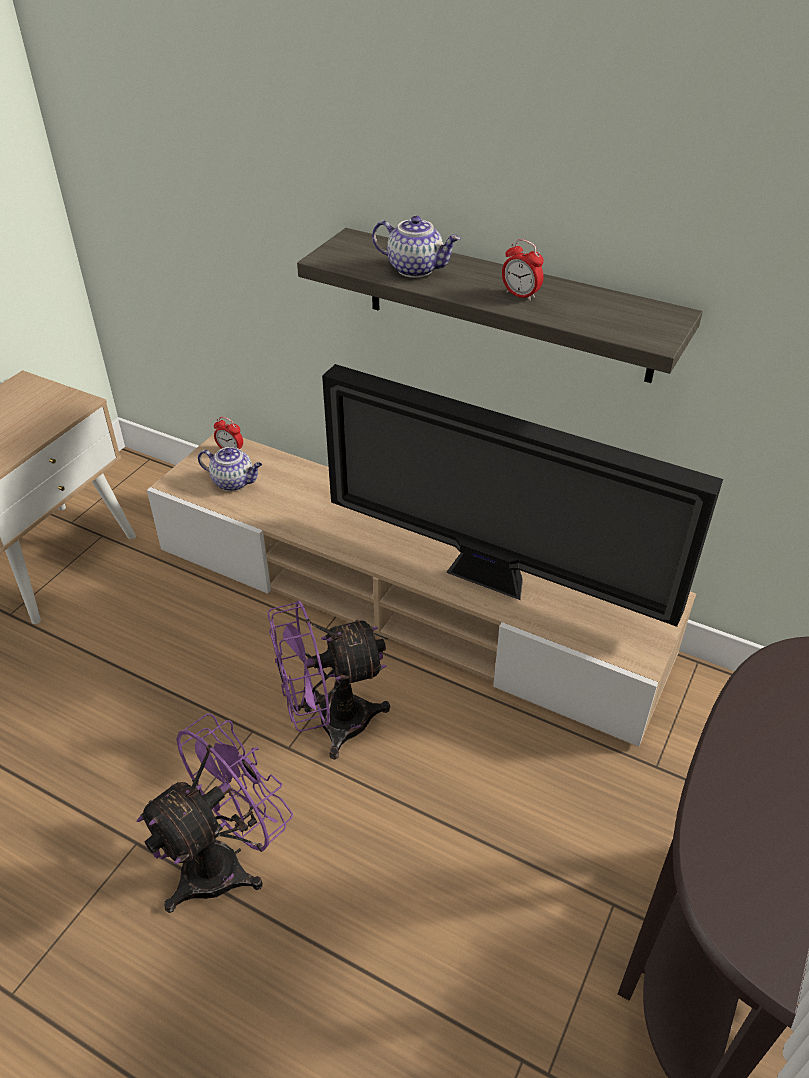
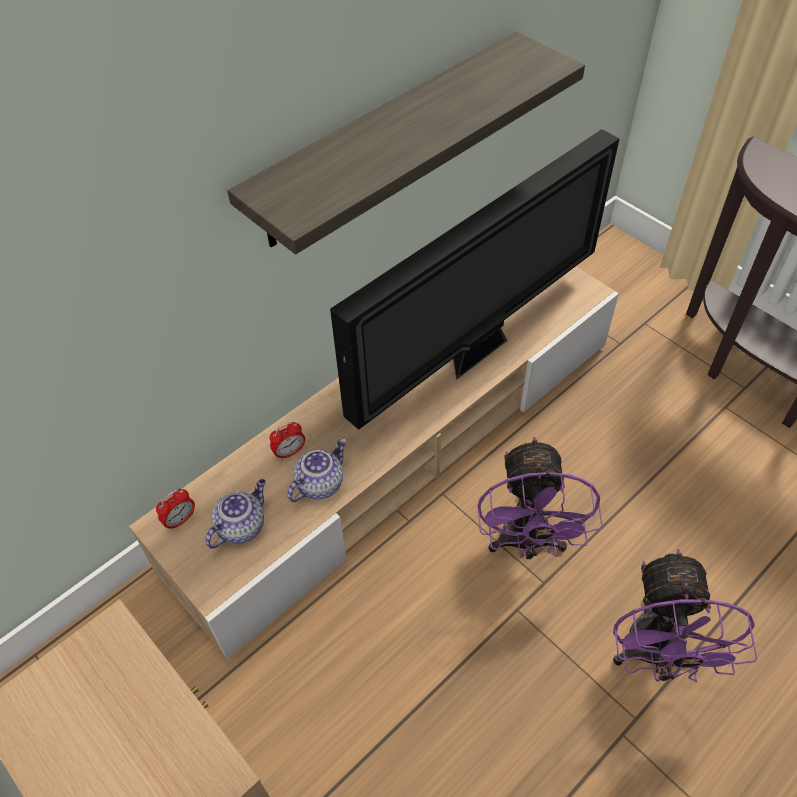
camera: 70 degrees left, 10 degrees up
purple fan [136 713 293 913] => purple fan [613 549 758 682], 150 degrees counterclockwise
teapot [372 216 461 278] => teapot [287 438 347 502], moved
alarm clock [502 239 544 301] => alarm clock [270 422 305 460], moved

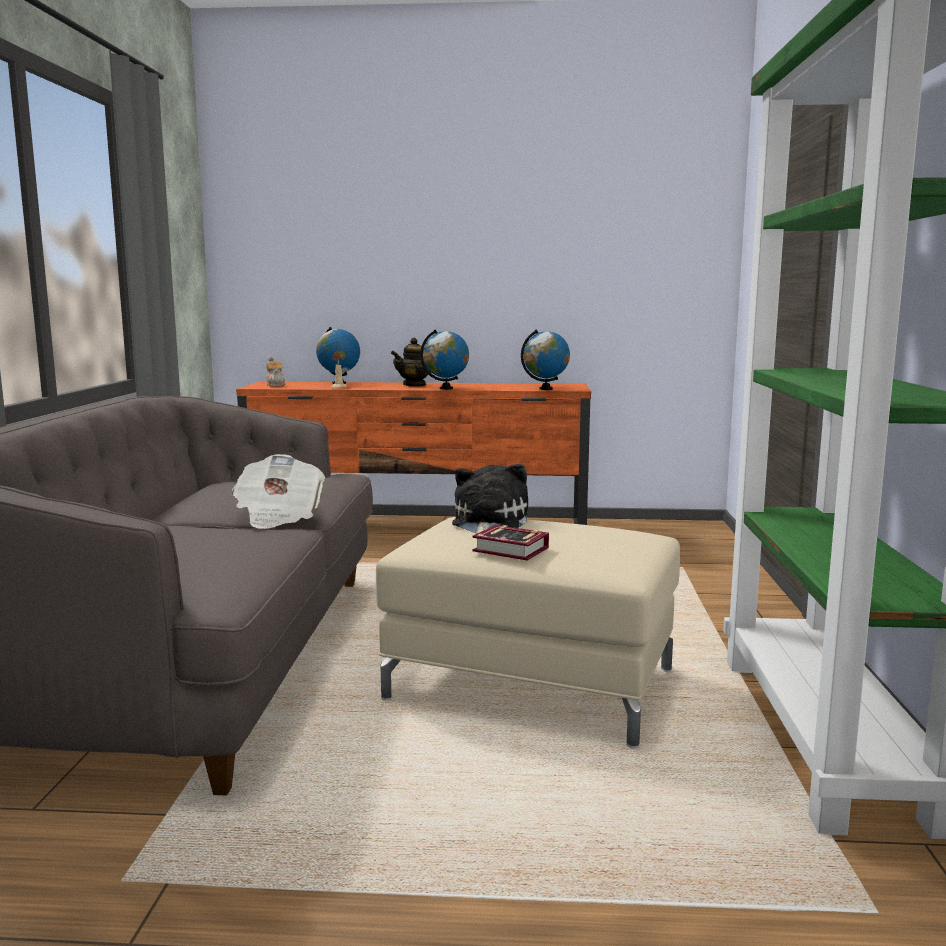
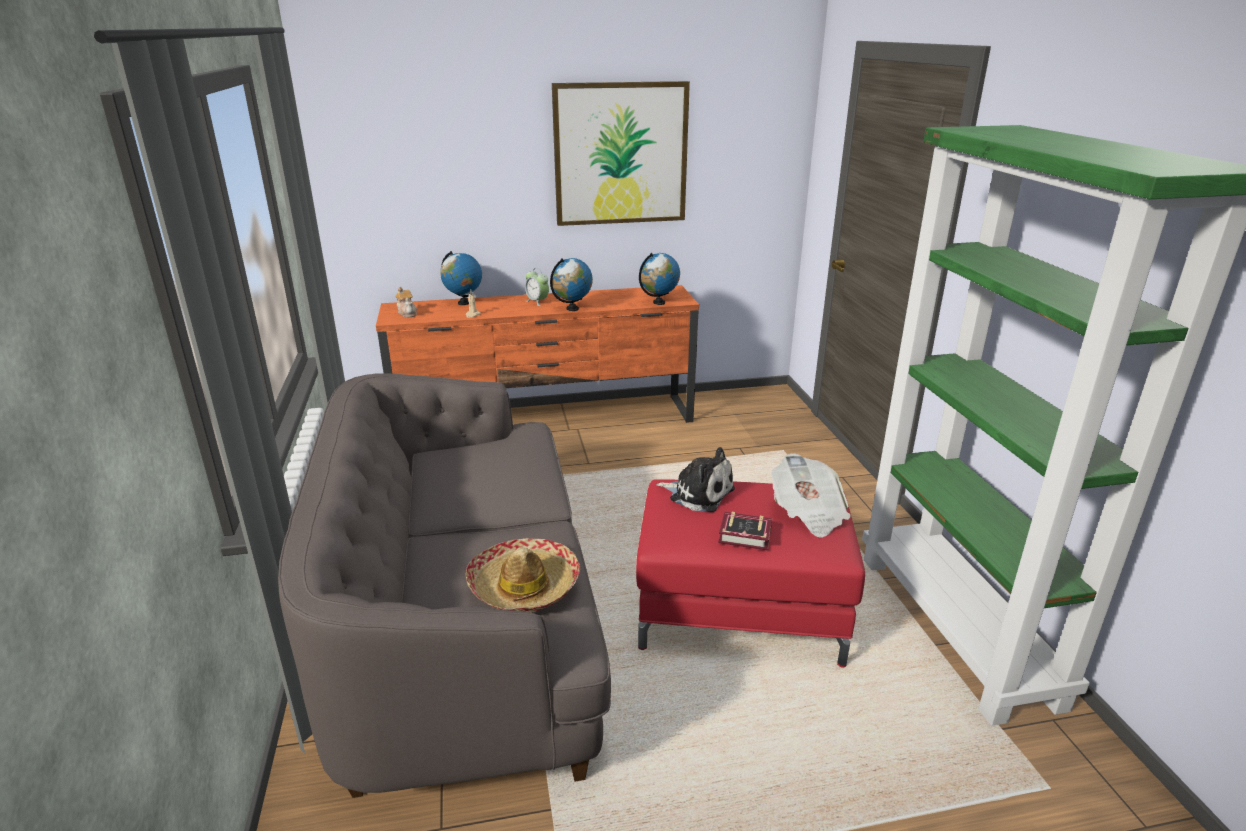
camera: 15 degrees left, 15 degrees up
newspaper [232 454 325 529] => newspaper [771 453 851 538], moved
beige ottoman [376 517 680 749] => red ottoman [636 479 865 667]
teapot [391 338 432 387] => alarm clock [525 268 549 306]
plush toy [452 464 528 534] => plush toy [656 447 735 512], 120 degrees clockwise
nothing => hat [465 538 581 613]
nothing => picture [552 81 690 226]

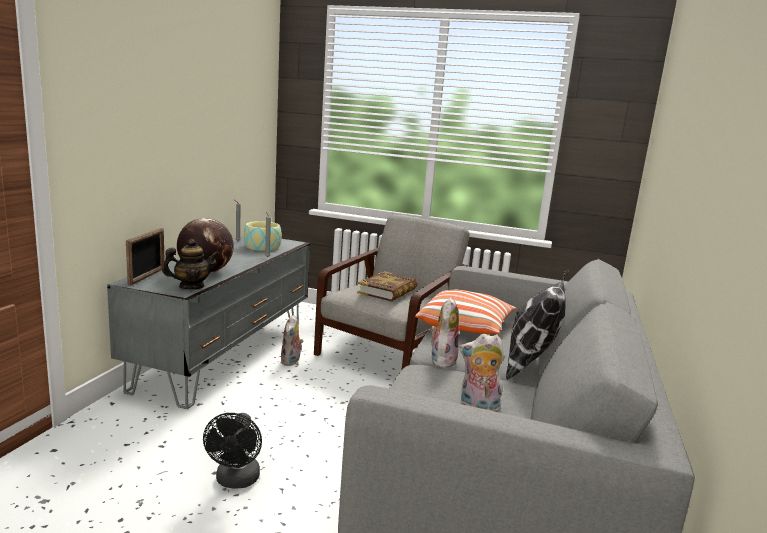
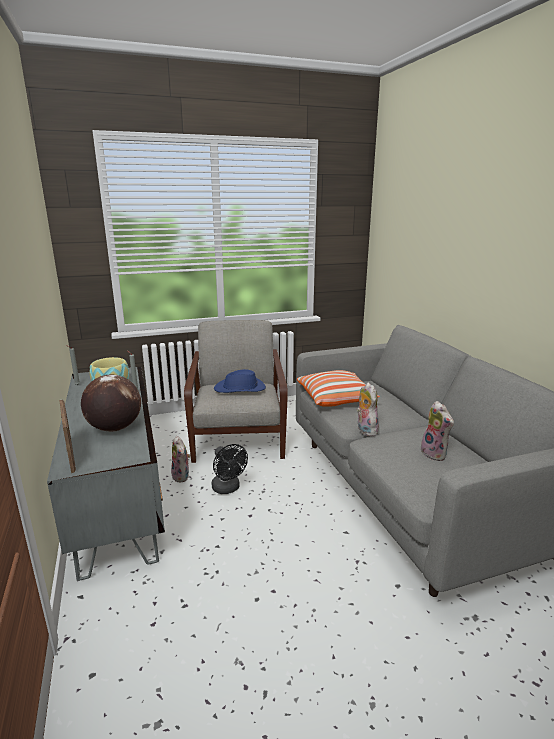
camera: 35 degrees left, 5 degrees up
teapot [162 239 219 290] => nothing
black fan [203 413 262 489] => black fan [212 444 248 494], moved
book [357 271 418 301] => blue hat [214 369 266 393]
plush toy [460 334 505 412] => plush toy [420 401 454 461], 90 degrees counterclockwise
pillow [506 270 569 380] => nothing

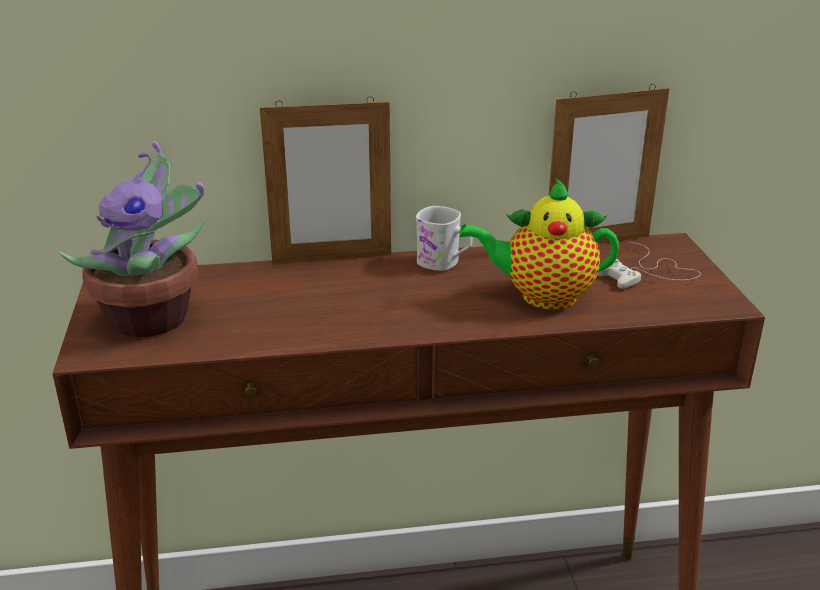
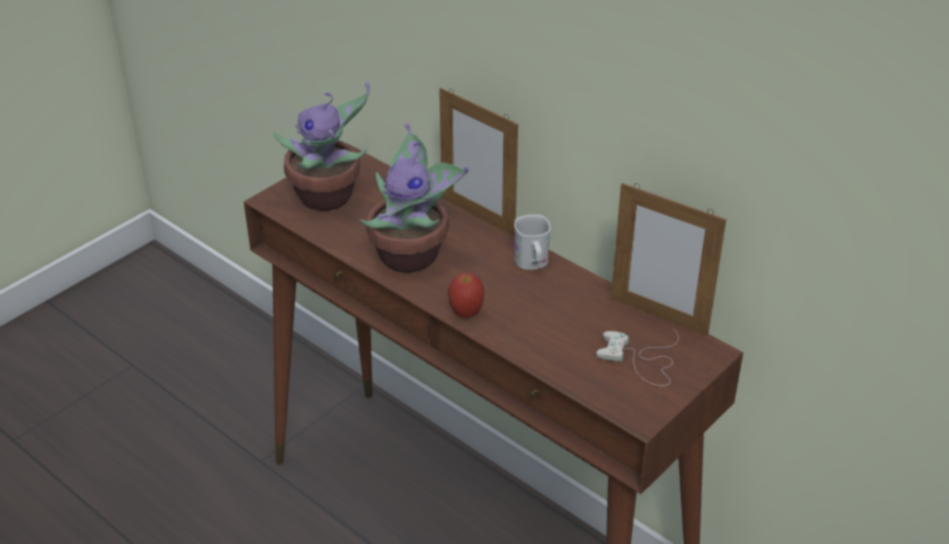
camera: 50 degrees right, 10 degrees up
teapot [459 179 619 310] => nothing
nothing => potted plant [360 123 469 273]
nothing => apple [448 273 484 318]

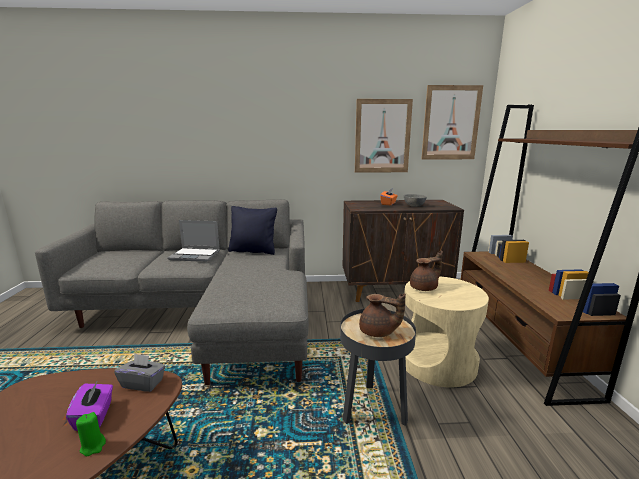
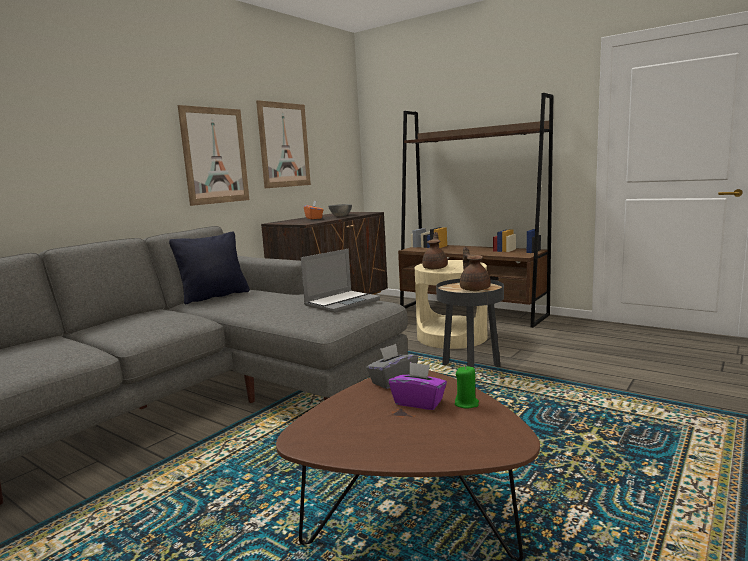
camera: 50 degrees left, 5 degrees down
laptop [167 220 220 262] => laptop [301 249 380 313], moved
brown teapot [359 293 406 337] => brown teapot [460 246 491 291], 75 degrees counterclockwise
picture [421 85 483 160] => picture [178 105 249 206], moved

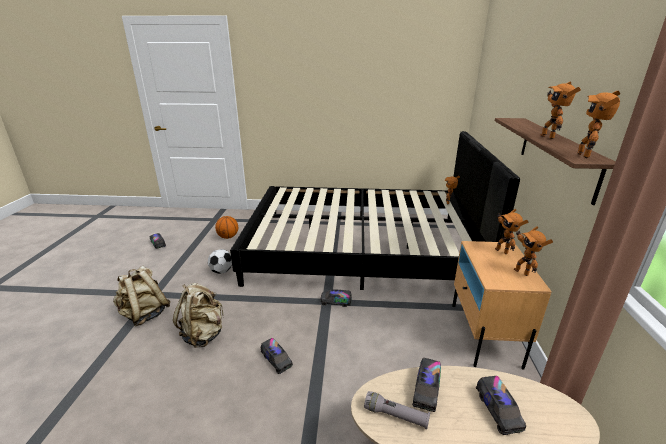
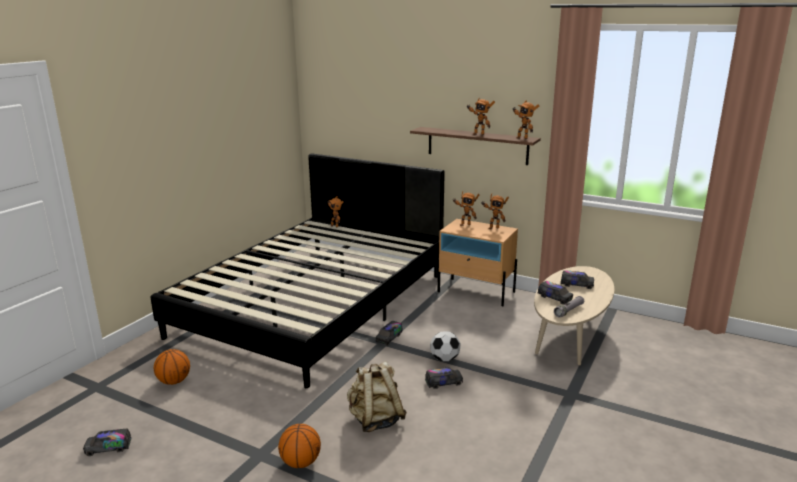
camera: 65 degrees left, 5 degrees down
beige backpack [113 266 171 326] => basketball [278 424 321 468]
football [208 249 232 274] => football [430 332 460 361], moved

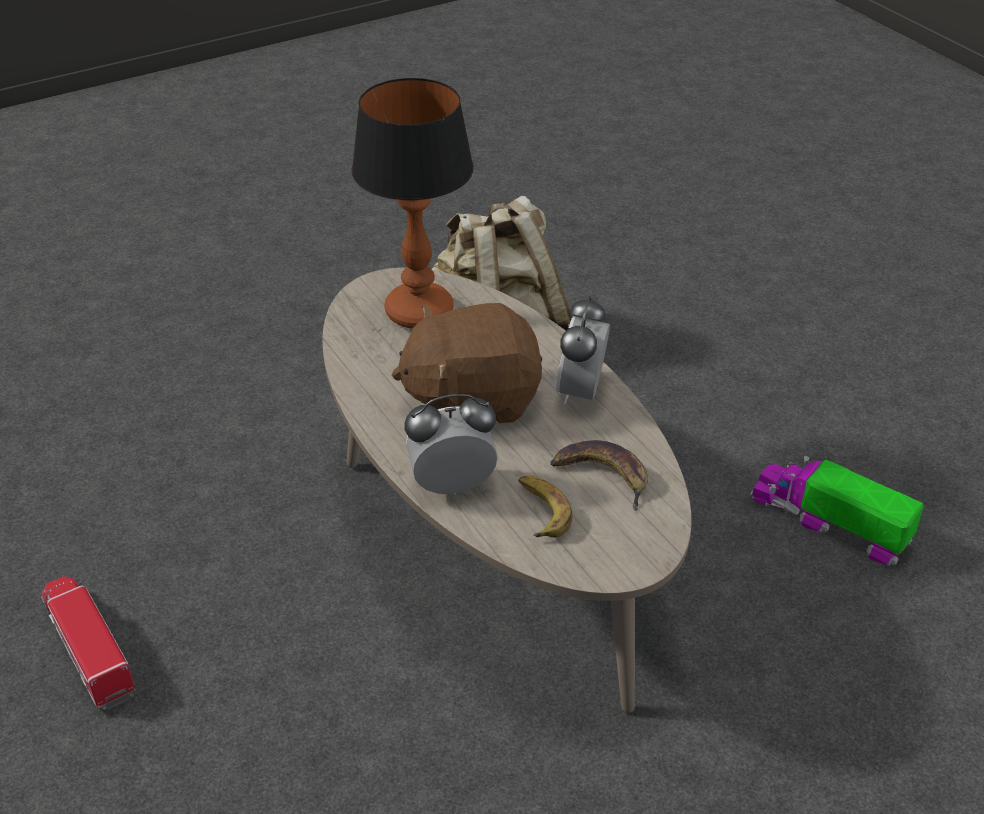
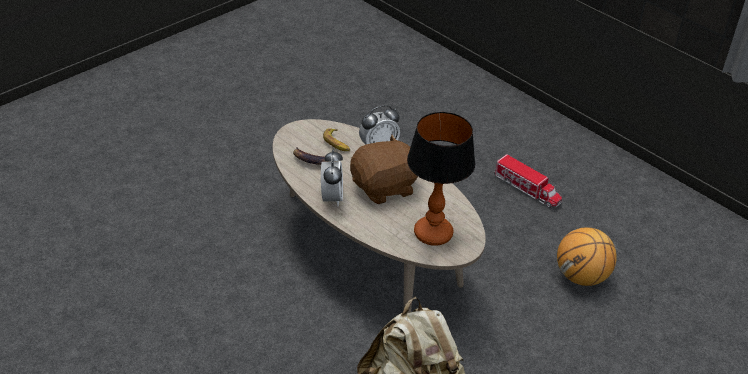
camera: 165 degrees right, 0 degrees up
toy truck [750 456 924 566] => nothing
nothing => basketball [557 227 617 286]

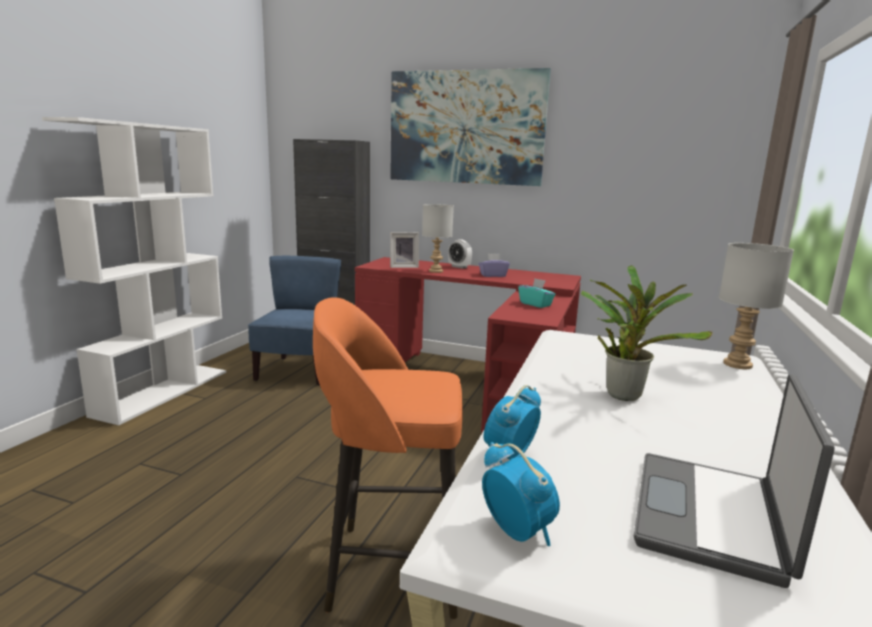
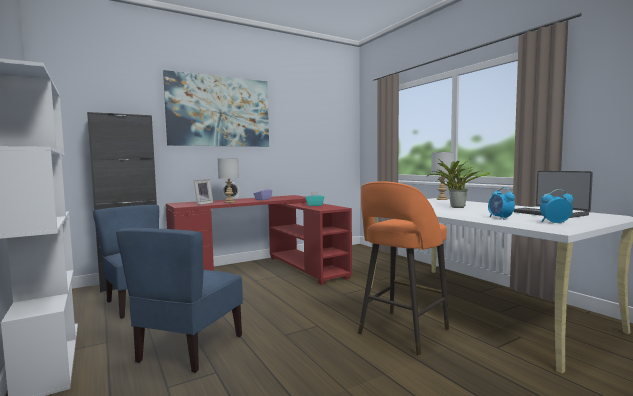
camera: 50 degrees left, 10 degrees down
nothing => blue chair [116 228 243 373]

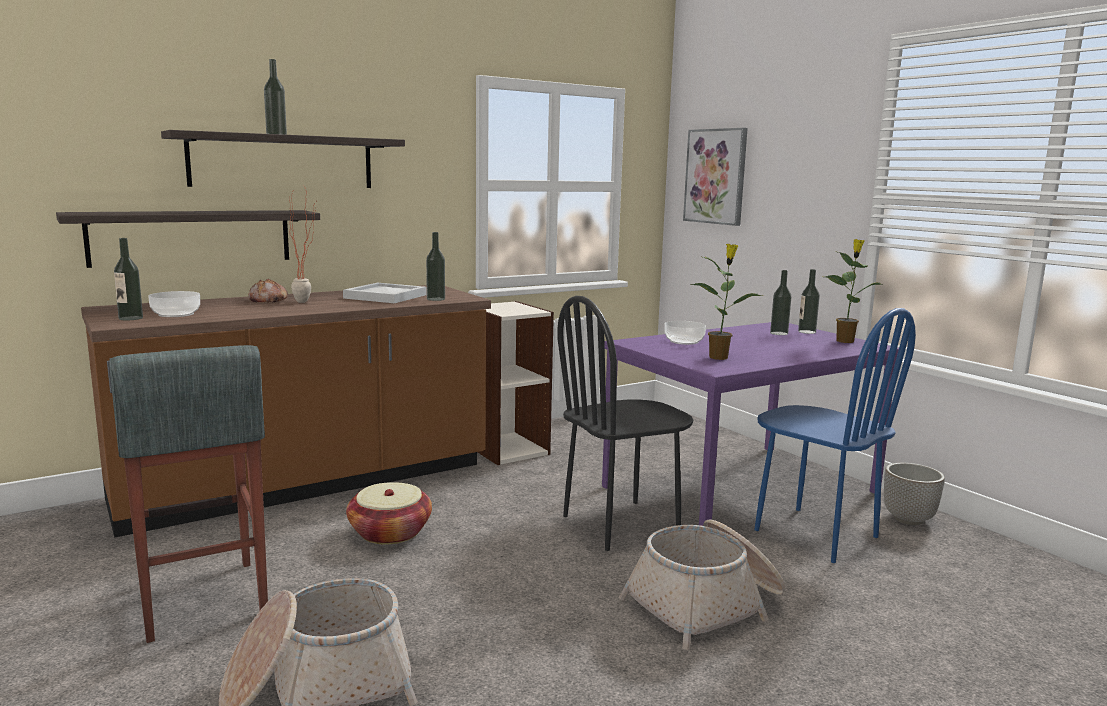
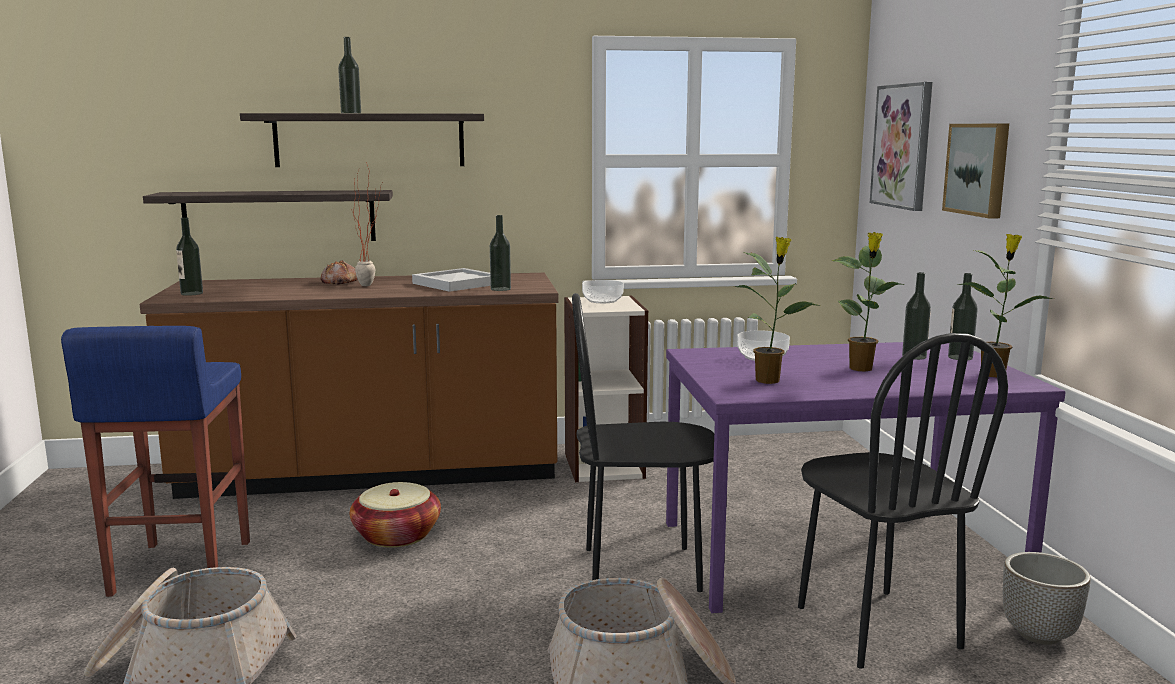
camera: 25 degrees right, 0 degrees up
grey stool [109 345 268 643] => blue stool [61 326 250 597]
bowl [148 291 200 317] => bowl [582 280 624 303], moved
blue chair [754 308 916 563] => black chair [798 333 1008 668]
nothing => potted plant [832 232 905 372]
nothing => picture [942 124 1009 219]

